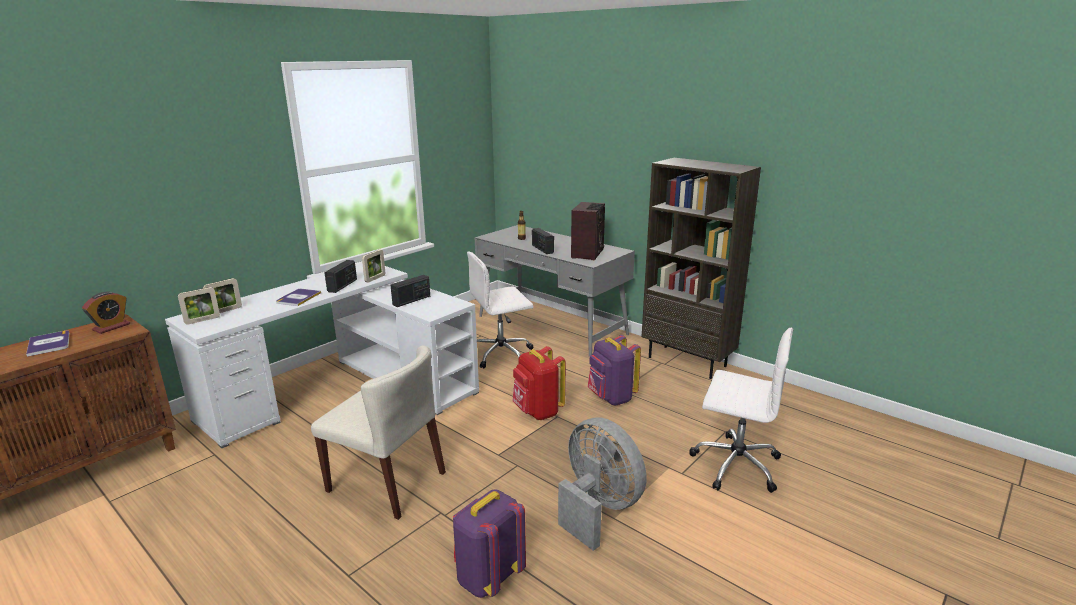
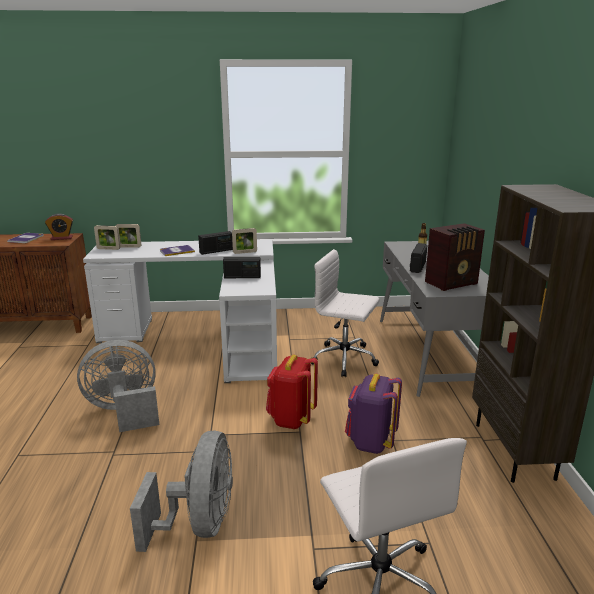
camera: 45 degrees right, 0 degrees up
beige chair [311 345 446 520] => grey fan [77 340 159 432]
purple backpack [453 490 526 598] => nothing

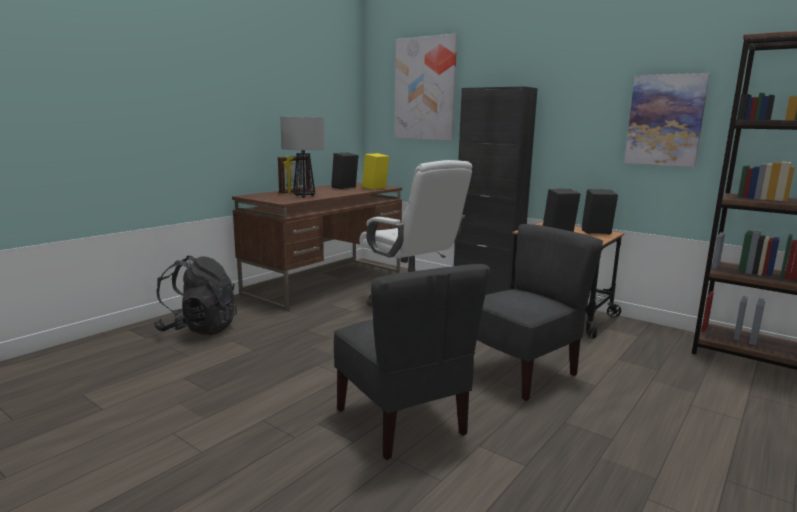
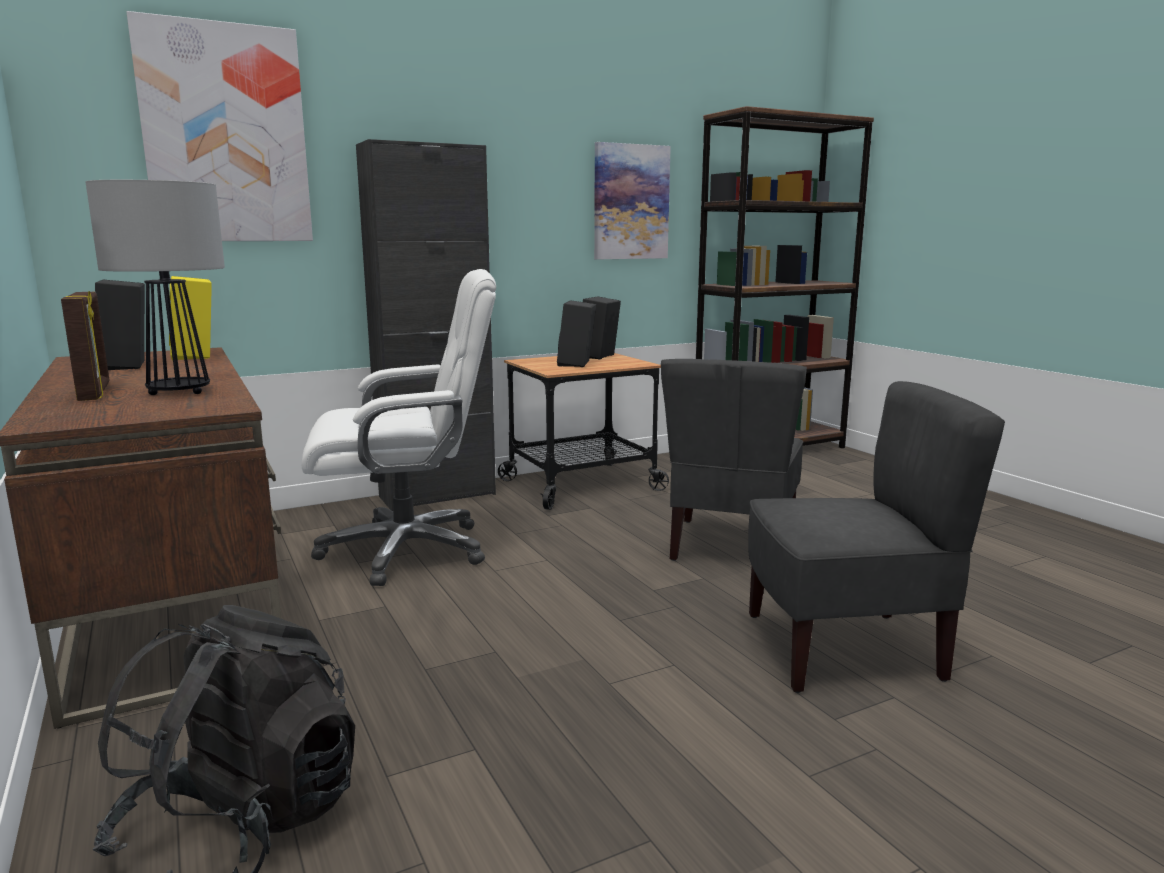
camera: 65 degrees left, 0 degrees up
grey chair [477 224 603 401] => grey chair [661 359 807 561], 150 degrees counterclockwise

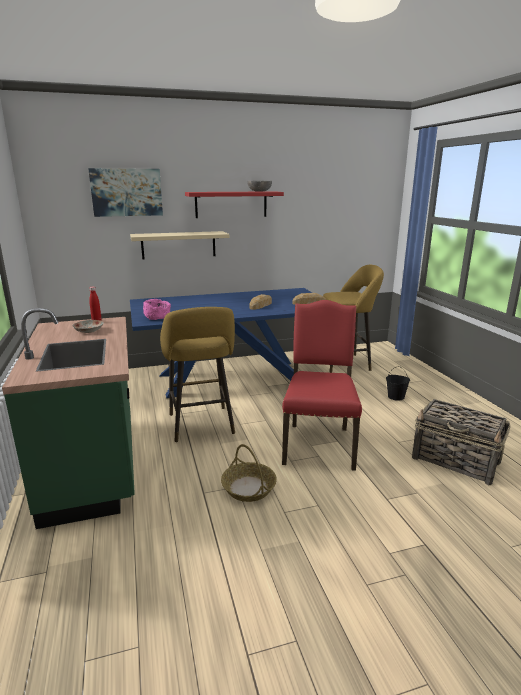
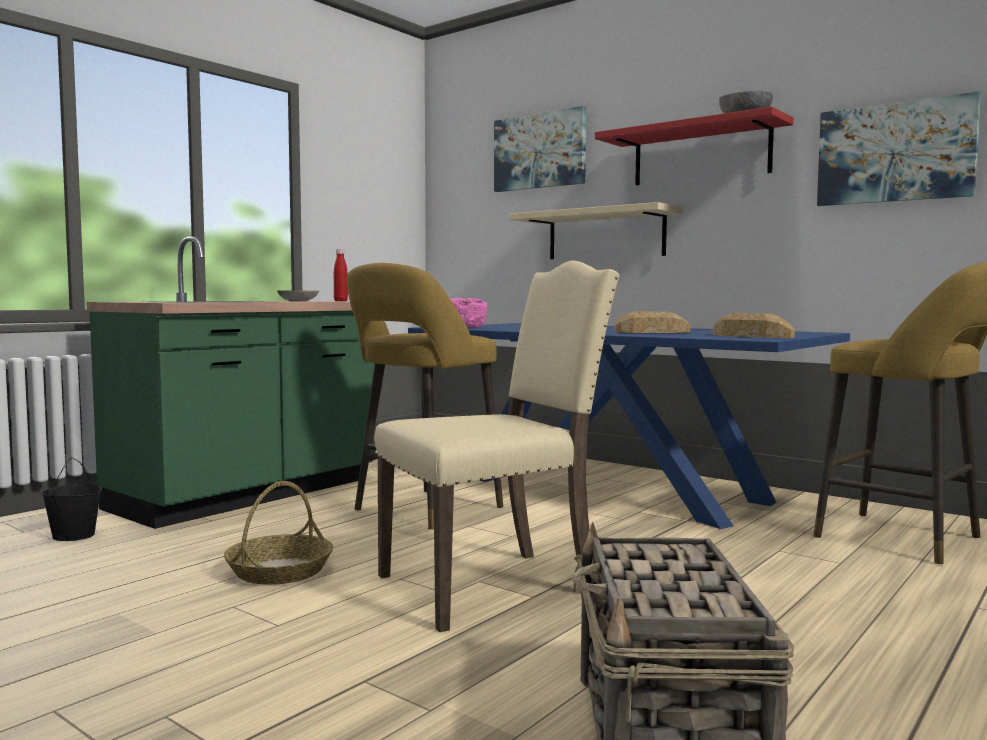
camera: 55 degrees right, 15 degrees down
red chair [282 300 362 471] => beige chair [374 260 620 632]
black bucket [386 366 410 401] => black bucket [41 458 102 541], moved
nothing => picture [817 92 981 206]

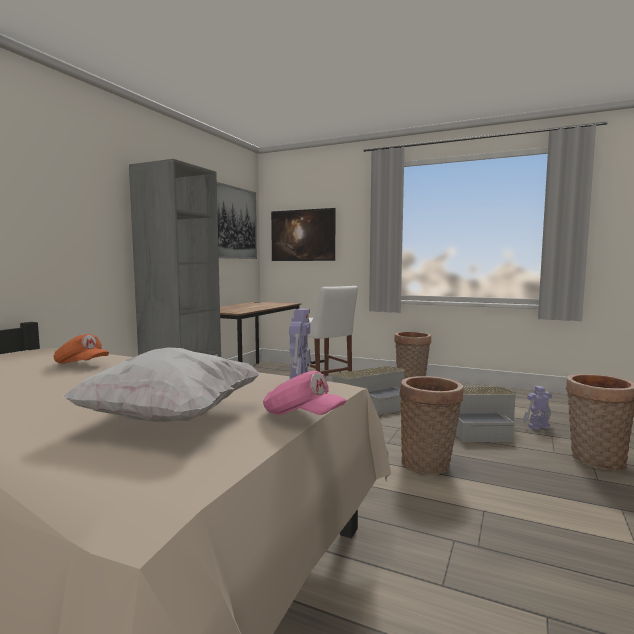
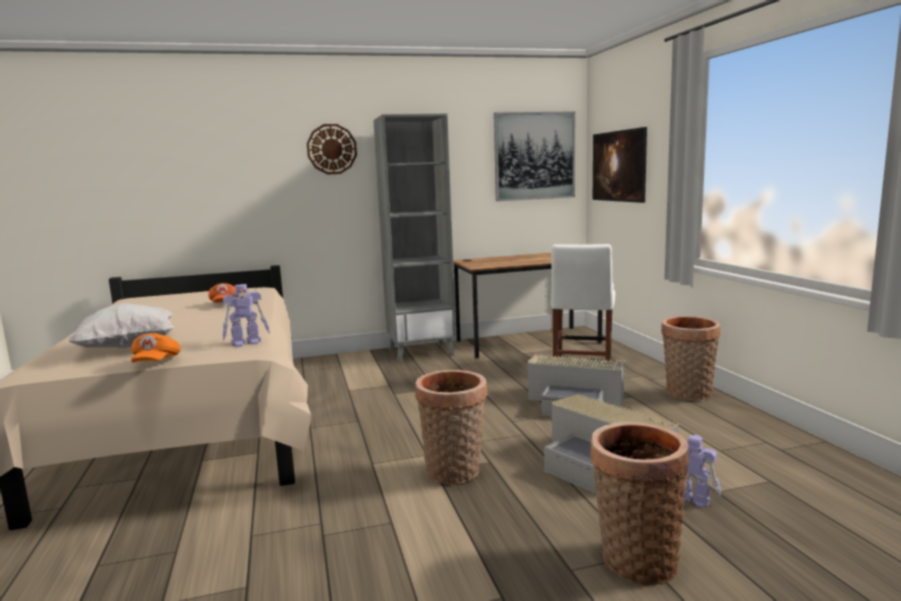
camera: 50 degrees right, 5 degrees up
pink cap [263 371 347 415] => orange cap [131 333 180 363]
nothing => wall clock [307 124 357 174]

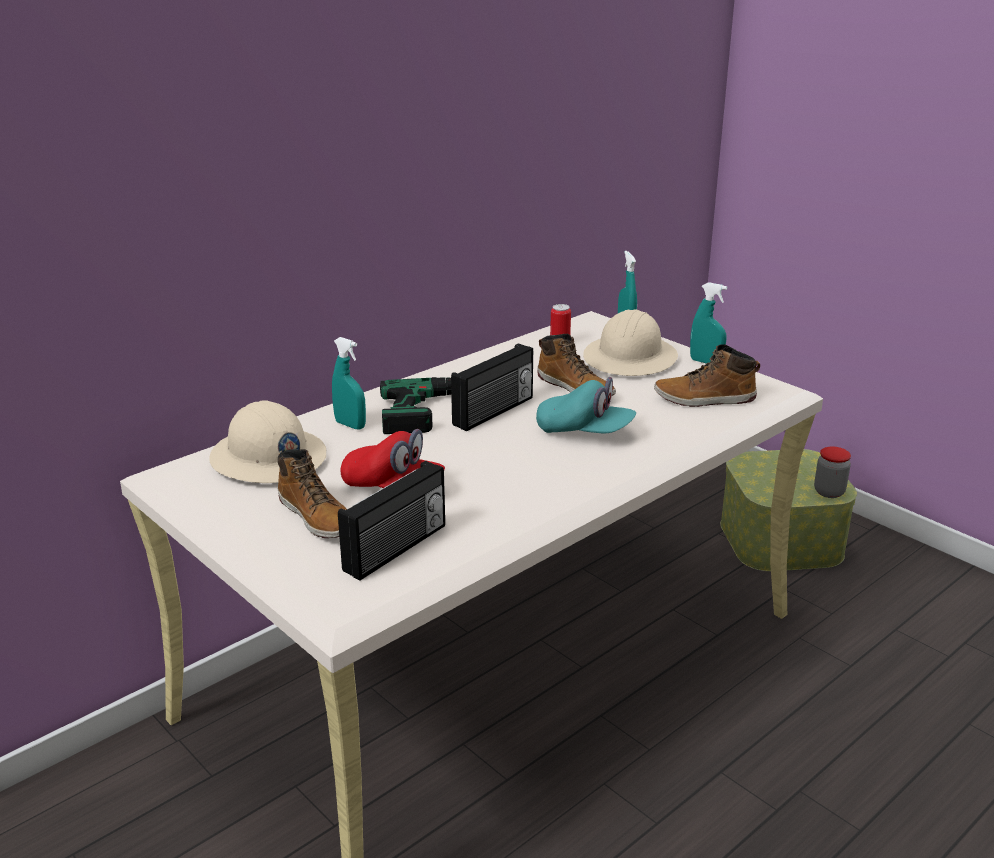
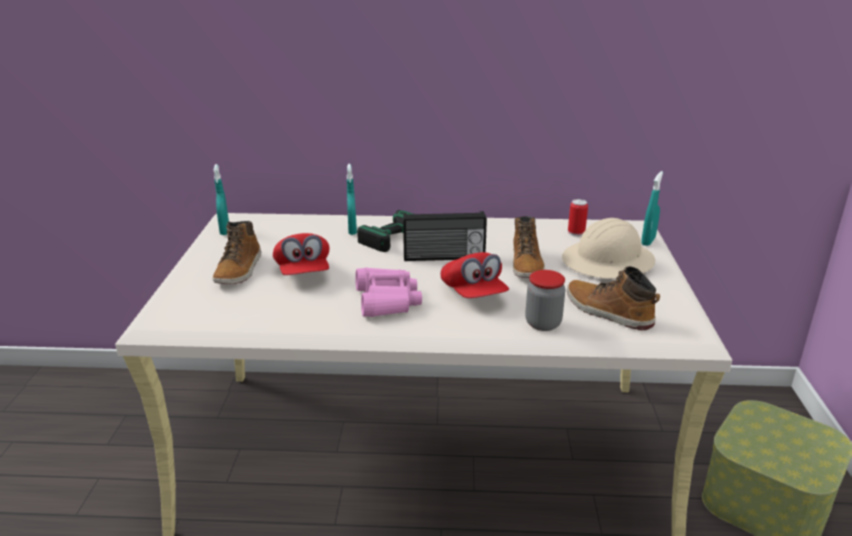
camera: 45 degrees right, 0 degrees up
beige hard hat [209 401 326 483] => nothing
radio [338 461 445 580] => nothing
turquoise cap [536 377 636 433] => red cap [441 252 509 298]
turquoise spray bottle [690 282 727 363] => turquoise spray bottle [214 164 229 235], moved
jar [814 447 851 498] => jar [525 270 565 331], moved
nothing => pink binoculars [355 268 422 317]

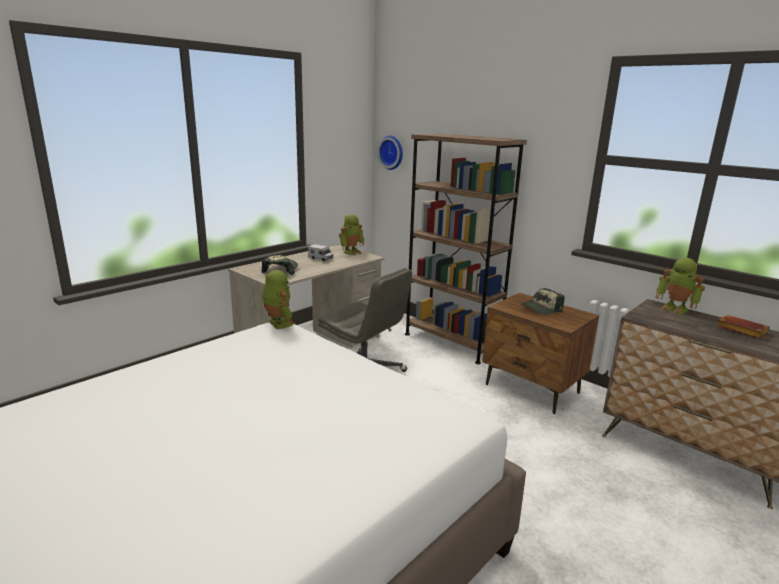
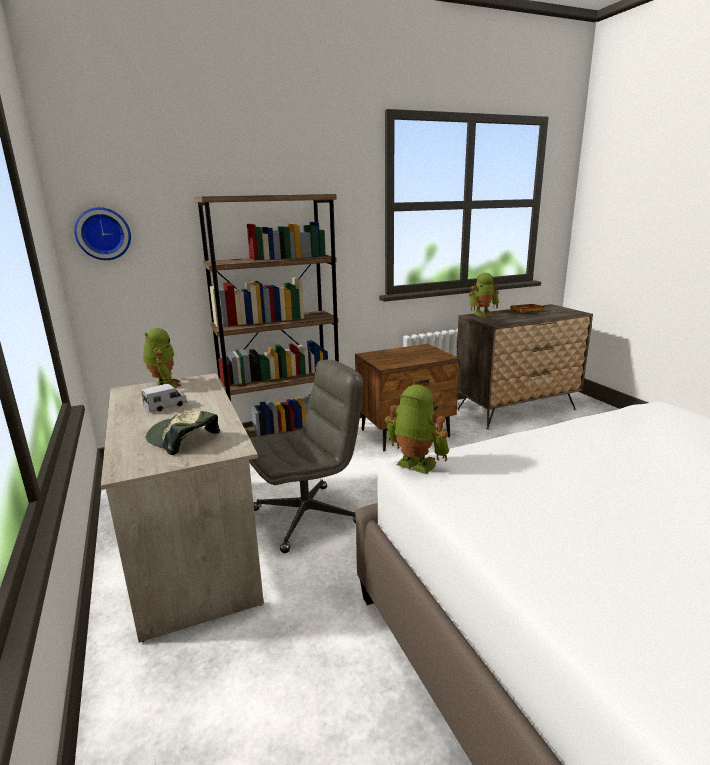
camera: 65 degrees left, 0 degrees up
toy robot [262 270 295 329] => toy robot [385 384 449 474], 45 degrees clockwise
cap [520 288 565 315] => nothing

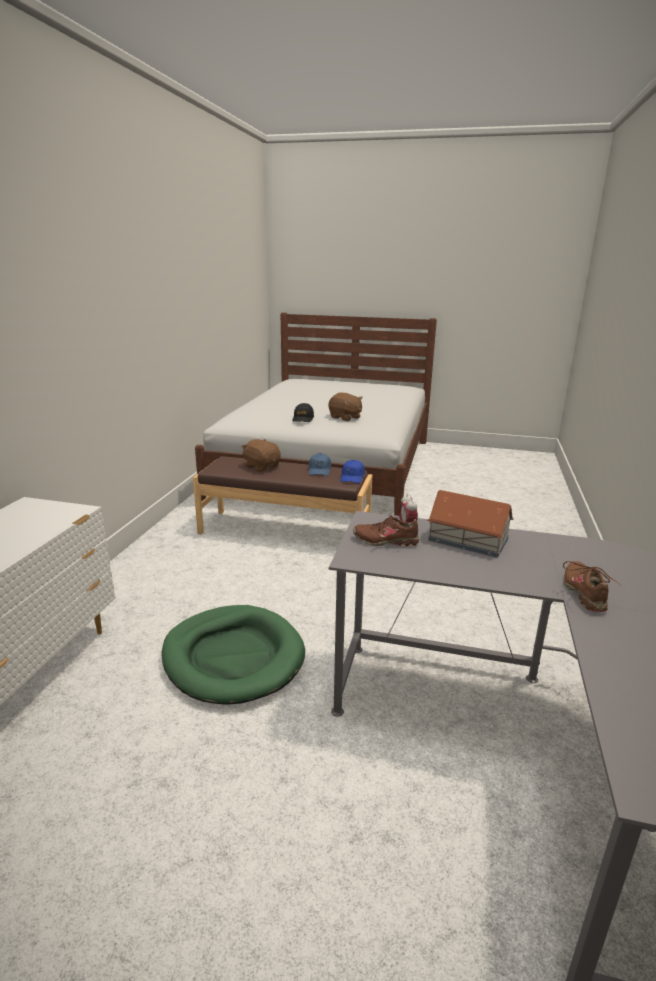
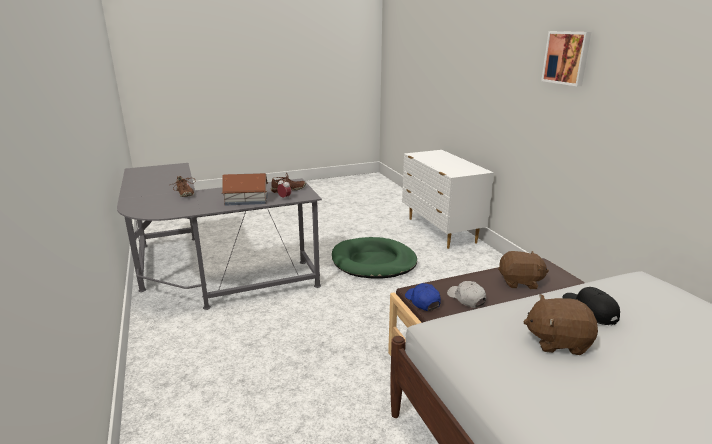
camera: 145 degrees right, 0 degrees up
blue cap [309 453 331 476] => white cap [447 281 486 308]
nothing => picture [541 31 591 86]

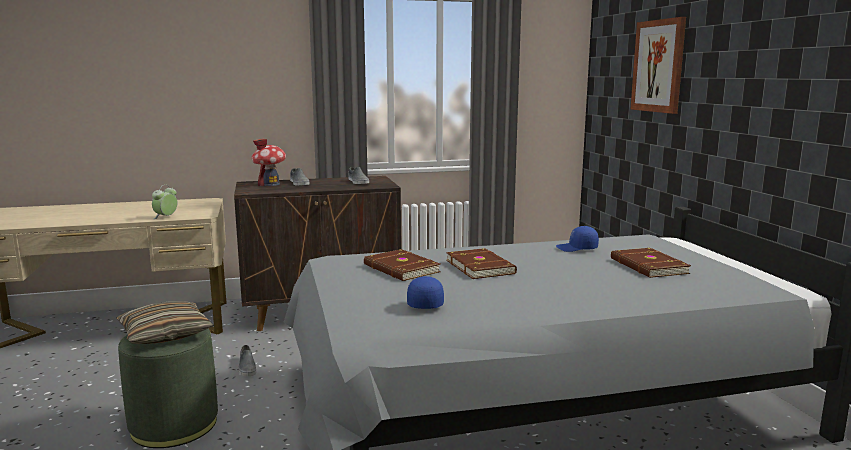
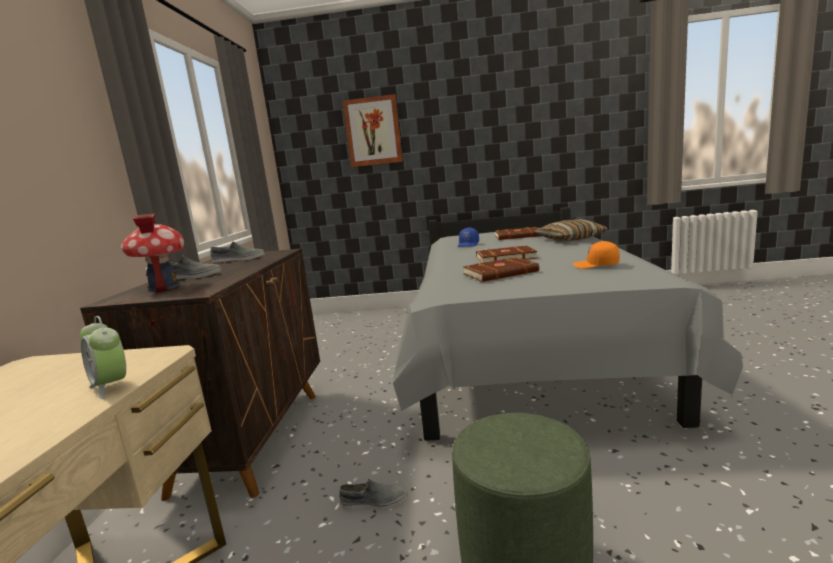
camera: 70 degrees left, 0 degrees up
pillow [117 302 214 344] => pillow [535 219 608 241], moved
blue cap [407 276 444 309] => orange cap [572 241 620 269]

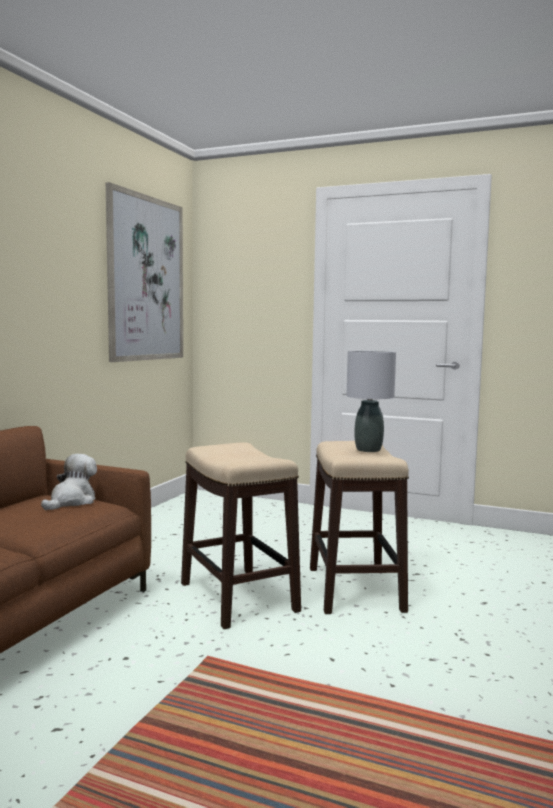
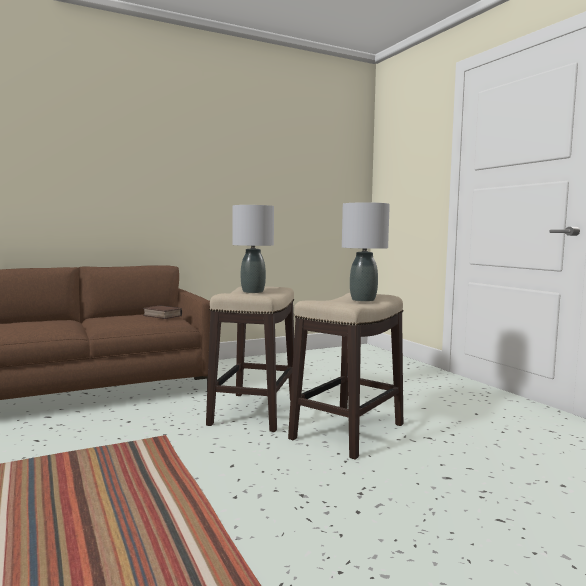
camera: 40 degrees right, 0 degrees up
plush toy [41 454 97 510] => book [143 305 182 319]
picture [106 182 183 362] => nothing
nothing => grey table lamp [232 205 274 293]

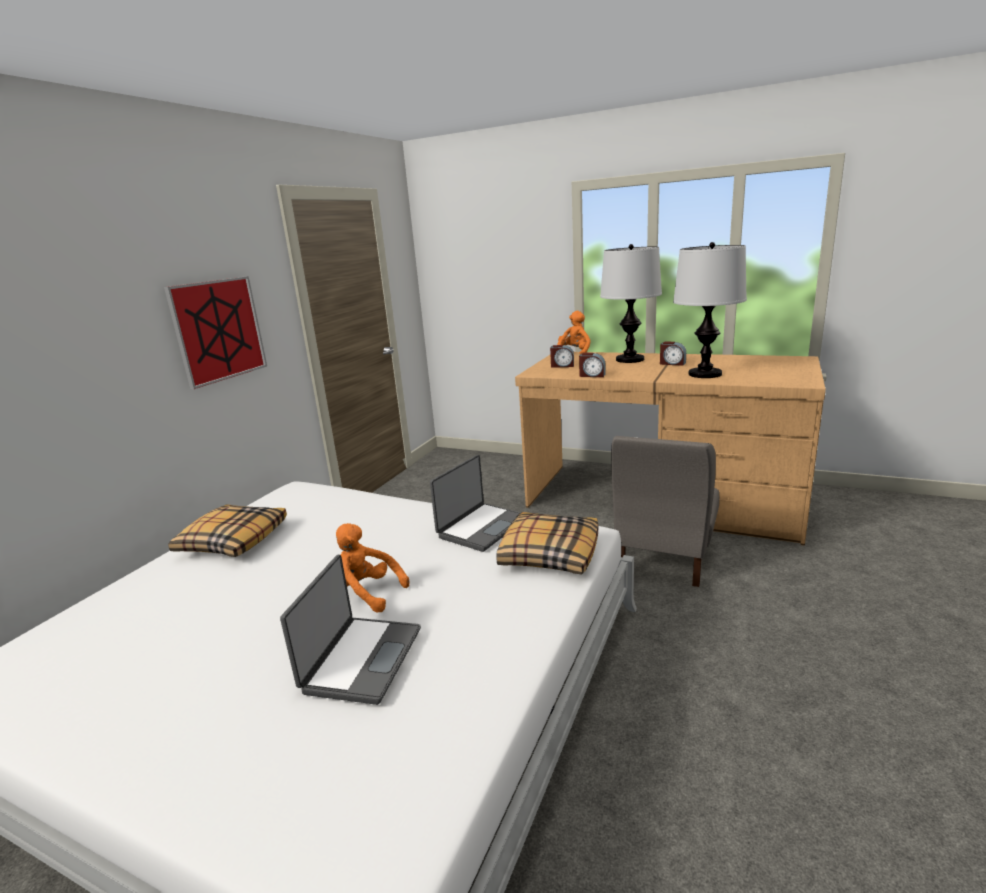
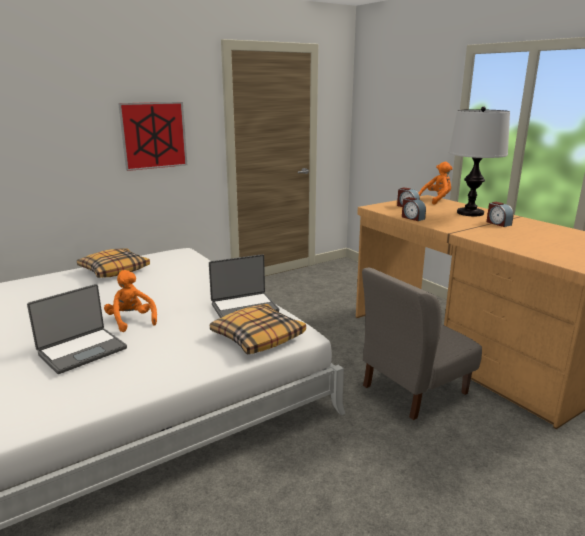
camera: 30 degrees right, 0 degrees up
table lamp [673 242 747 378] => nothing

